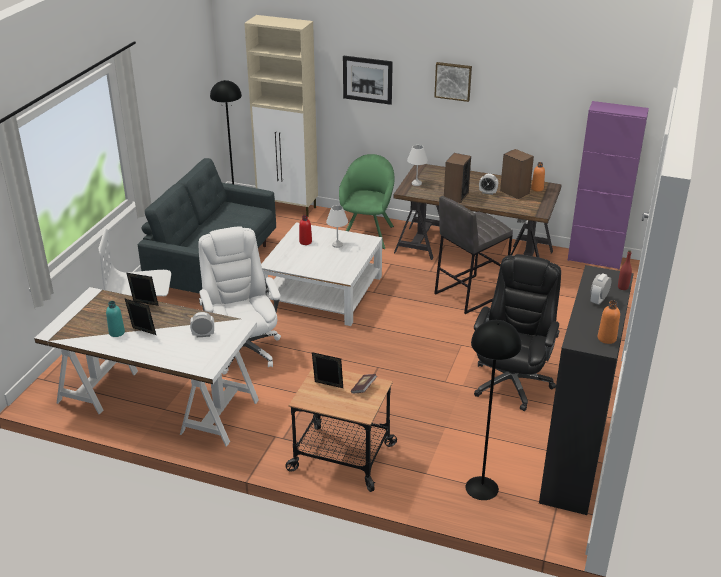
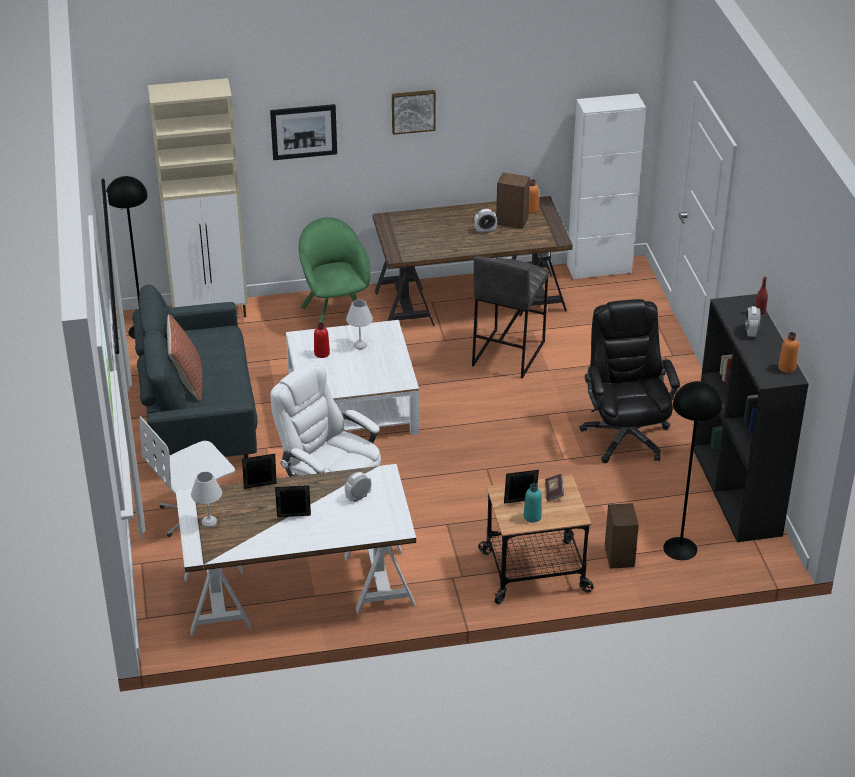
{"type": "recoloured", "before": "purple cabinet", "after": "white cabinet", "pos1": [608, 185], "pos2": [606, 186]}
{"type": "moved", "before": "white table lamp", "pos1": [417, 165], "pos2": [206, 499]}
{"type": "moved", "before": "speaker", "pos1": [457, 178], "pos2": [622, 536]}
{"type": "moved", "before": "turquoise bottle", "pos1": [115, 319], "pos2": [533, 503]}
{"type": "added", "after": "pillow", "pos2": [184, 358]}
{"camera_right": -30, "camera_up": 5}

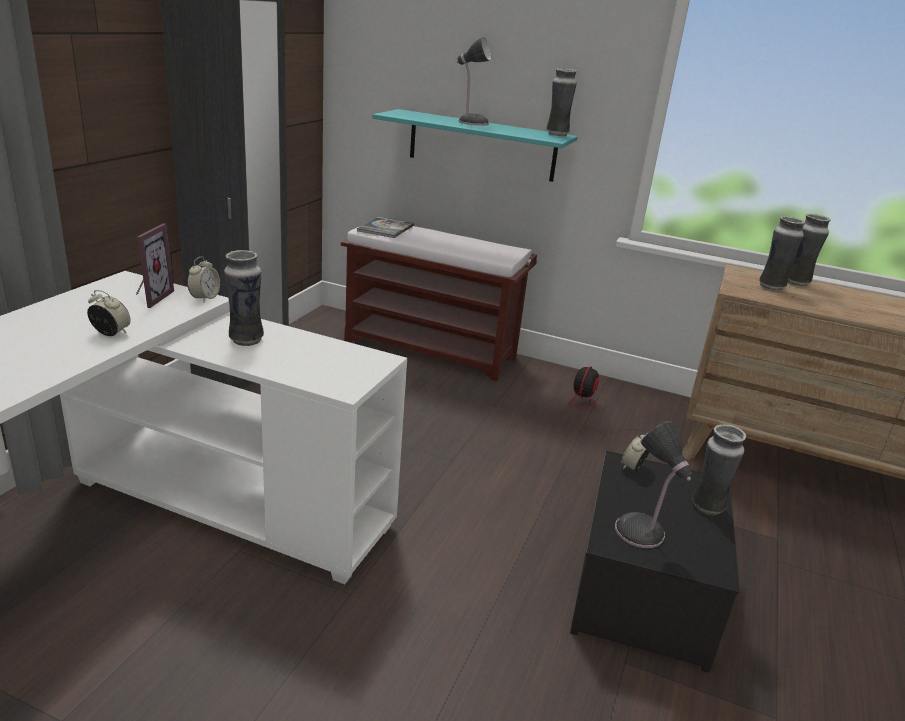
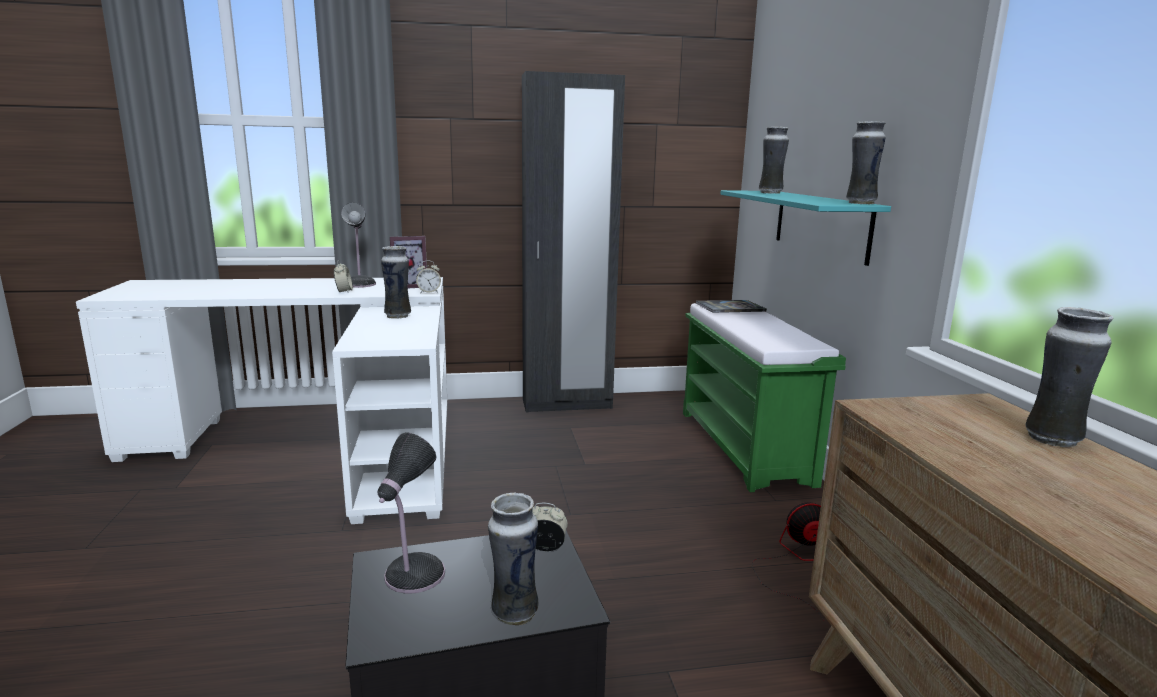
{"type": "moved", "before": "table lamp", "pos1": [473, 81], "pos2": [358, 245]}
{"type": "moved", "before": "vase", "pos1": [782, 253], "pos2": [774, 160]}
{"type": "recoloured", "before": "brown bench", "after": "green bench", "pos1": [439, 303], "pos2": [764, 397]}
{"camera_right": 60, "camera_up": -10}

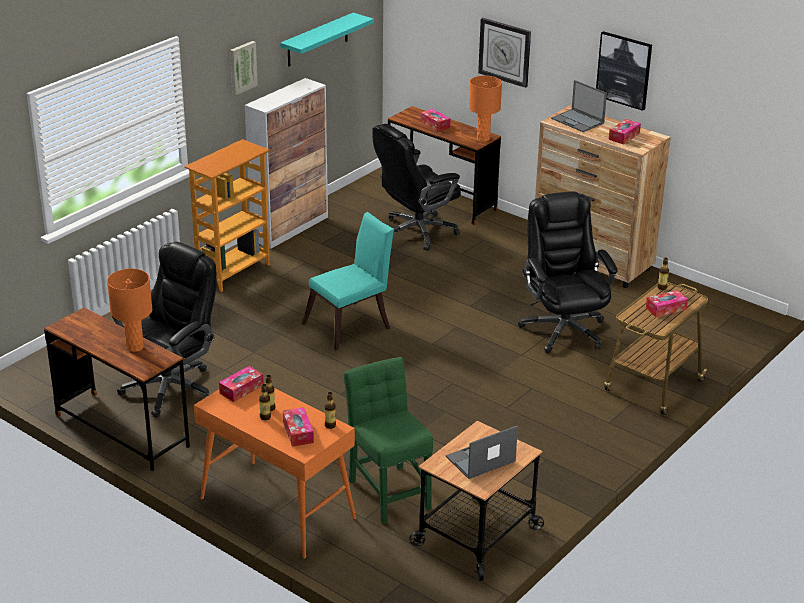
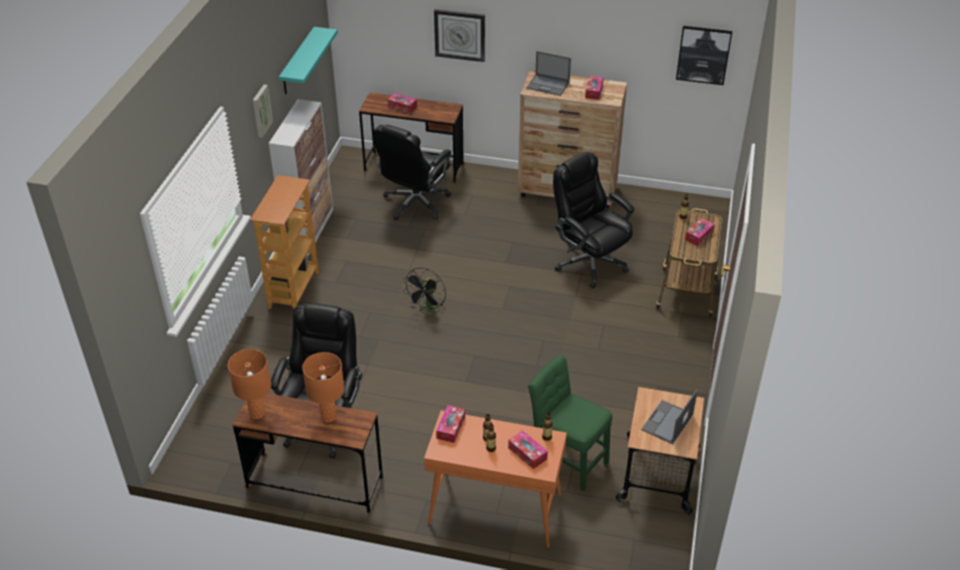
{"type": "moved", "before": "picture", "pos1": [624, 71], "pos2": [704, 55]}
{"type": "moved", "before": "orange table lamp", "pos1": [485, 108], "pos2": [249, 384]}
{"type": "replaced", "before": "turquoise chair", "after": "black fan", "pos1": [348, 281], "pos2": [425, 291]}
{"camera_right": -25, "camera_up": 10}

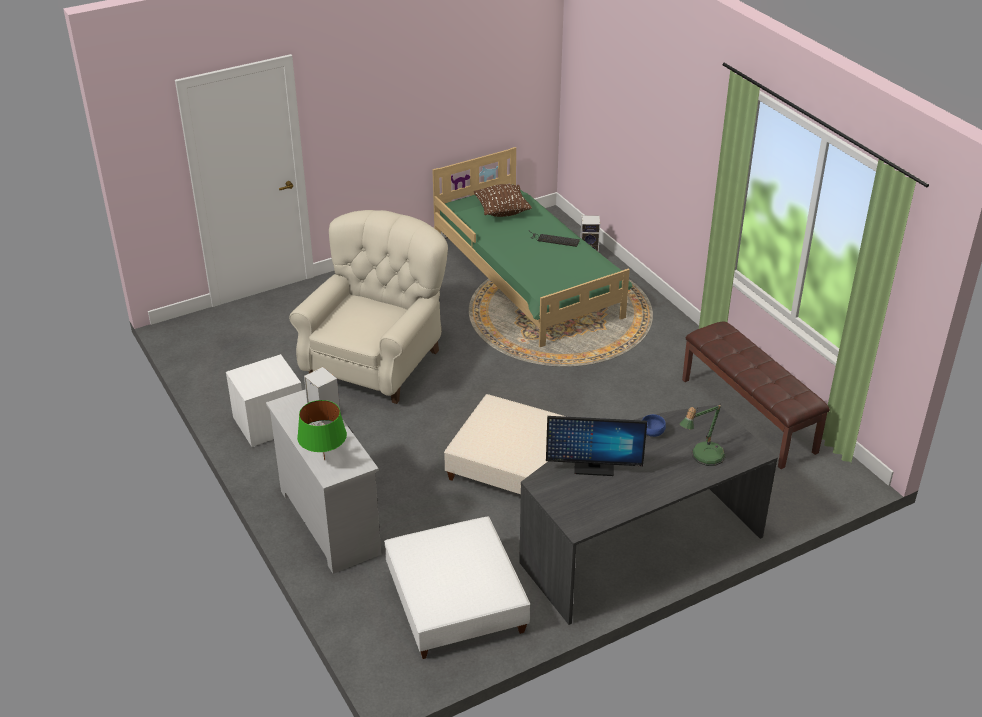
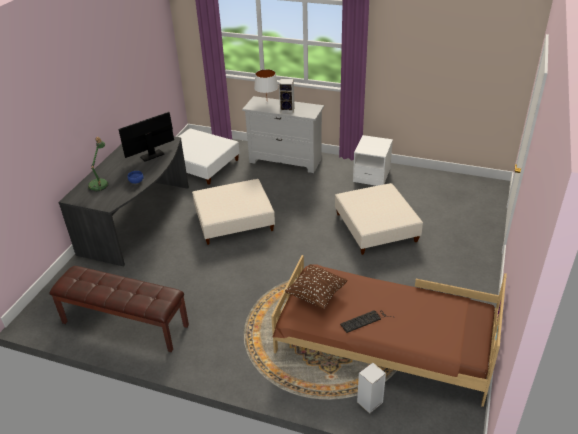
{"type": "recoloured", "before": "green bed", "after": "brown bed", "pos1": [532, 247], "pos2": [389, 331]}
{"type": "moved", "before": "brown pillow", "pos1": [503, 200], "pos2": [316, 286]}
{"type": "replaced", "before": "beige armchair", "after": "beige ottoman", "pos1": [368, 307], "pos2": [379, 219]}
{"type": "recoloured", "before": "green table lamp", "after": "white table lamp", "pos1": [322, 430], "pos2": [266, 81]}
{"camera_right": 140, "camera_up": 0}

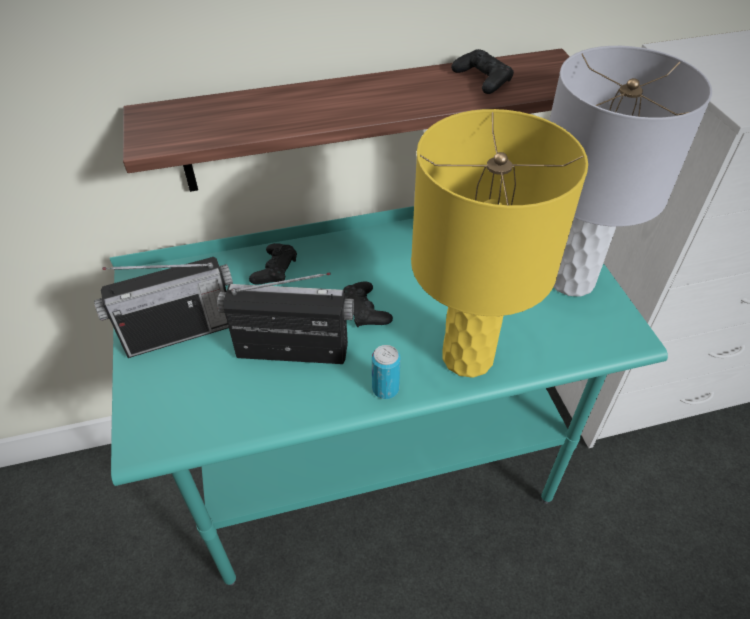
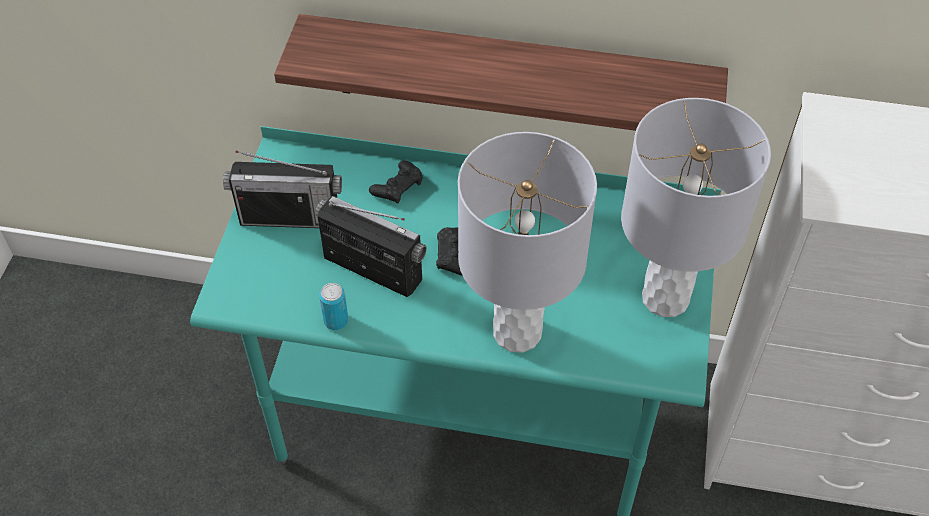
{"type": "removed", "before": "black game controller", "pos1": [482, 71]}
{"type": "recoloured", "before": "yellow table lamp", "after": "grey table lamp", "pos1": [499, 243], "pos2": [527, 242]}
{"type": "moved", "before": "can", "pos1": [386, 372], "pos2": [333, 306]}
{"camera_right": 25, "camera_up": 5}

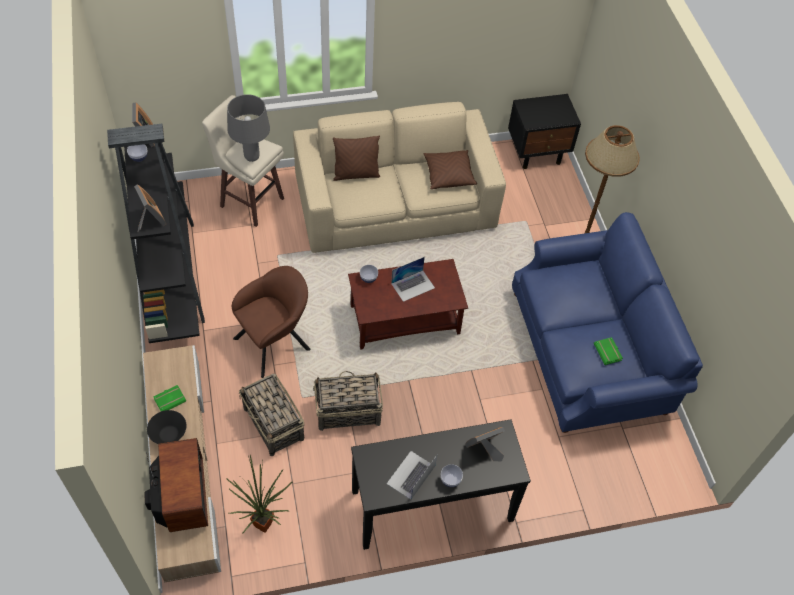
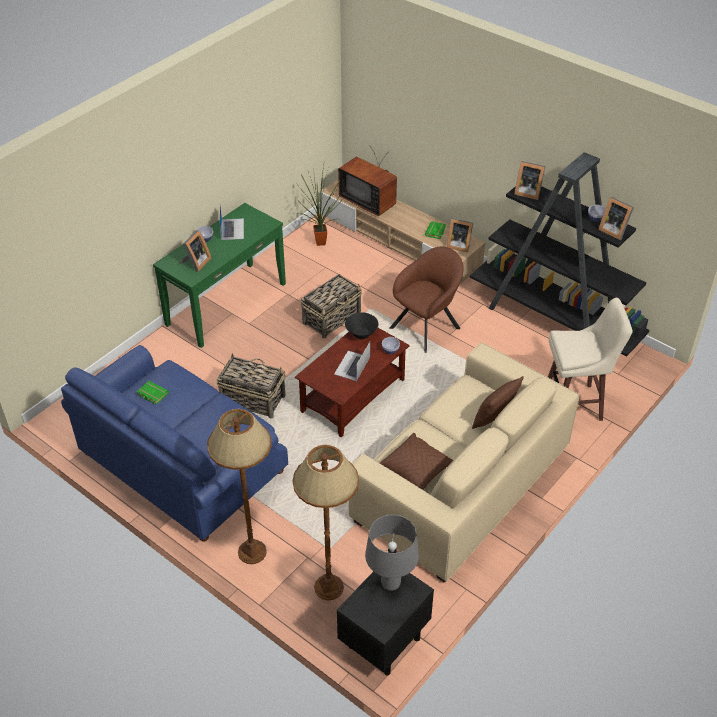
{"type": "moved", "before": "grey table lamp", "pos1": [248, 128], "pos2": [392, 552]}
{"type": "turned", "before": "brown armchair", "pos1": [271, 322], "pos2": [426, 299], "turn": -150}
{"type": "moved", "before": "basket", "pos1": [271, 415], "pos2": [250, 385]}
{"type": "moved", "before": "black bowl", "pos1": [166, 427], "pos2": [361, 326]}
{"type": "recoloured", "before": "black console table", "after": "green console table", "pos1": [441, 484], "pos2": [219, 275]}
{"type": "added", "after": "picture frame", "pos2": [460, 235]}
{"type": "added", "after": "brown floor lamp", "pos2": [326, 522]}
{"camera_right": 145, "camera_up": -10}

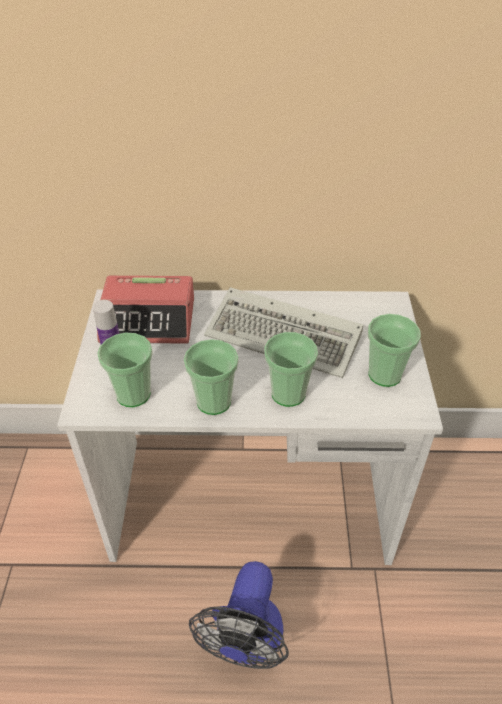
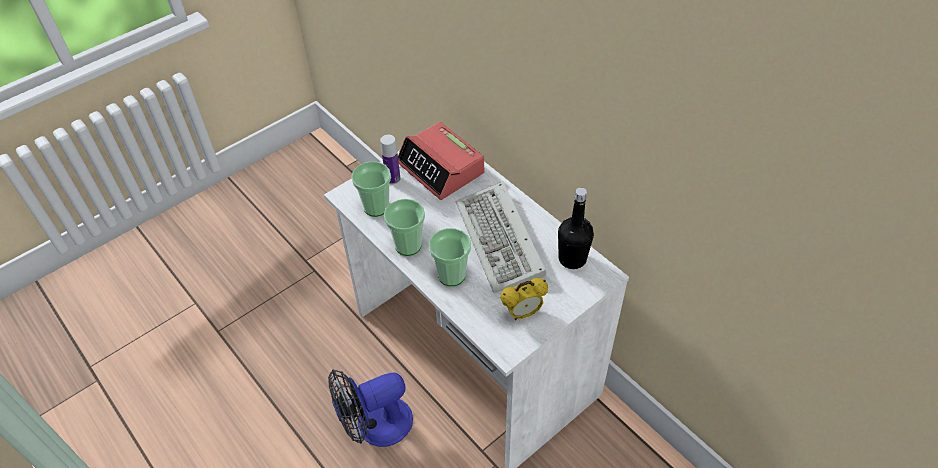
{"type": "replaced", "before": "cup", "after": "alarm clock", "pos1": [394, 350], "pos2": [524, 299]}
{"type": "added", "after": "black bottle", "pos2": [576, 228]}
{"camera_right": 50, "camera_up": 5}

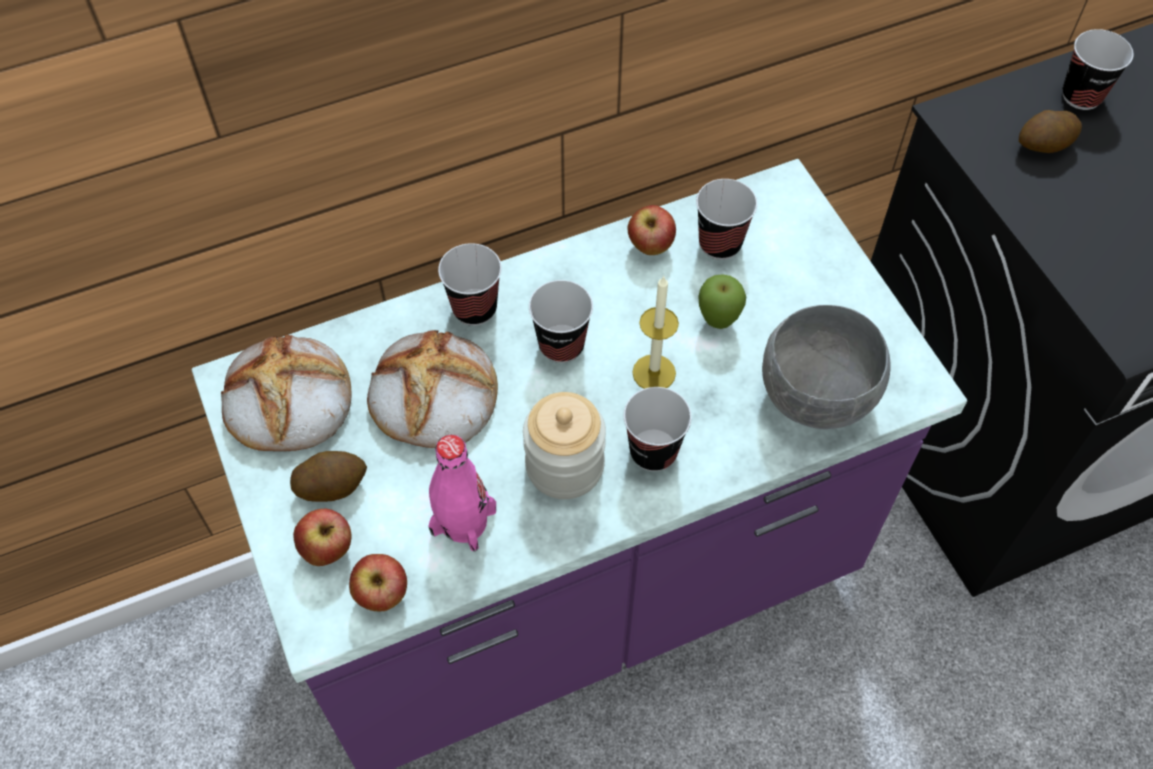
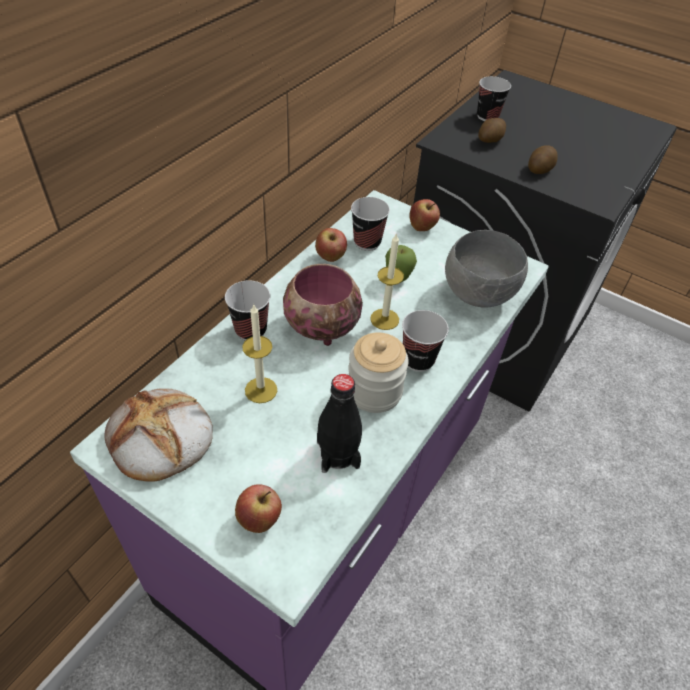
{"type": "replaced", "before": "cup", "after": "bowl", "pos1": [561, 321], "pos2": [323, 305]}
{"type": "replaced", "before": "bread", "after": "candle", "pos1": [432, 389], "pos2": [259, 354]}
{"type": "recoloured", "before": "pink bottle", "after": "black bottle", "pos1": [462, 493], "pos2": [339, 423]}
{"type": "moved", "before": "potato", "pos1": [328, 476], "pos2": [543, 159]}
{"type": "moved", "before": "apple", "pos1": [378, 583], "pos2": [424, 215]}
{"camera_right": -35, "camera_up": -10}

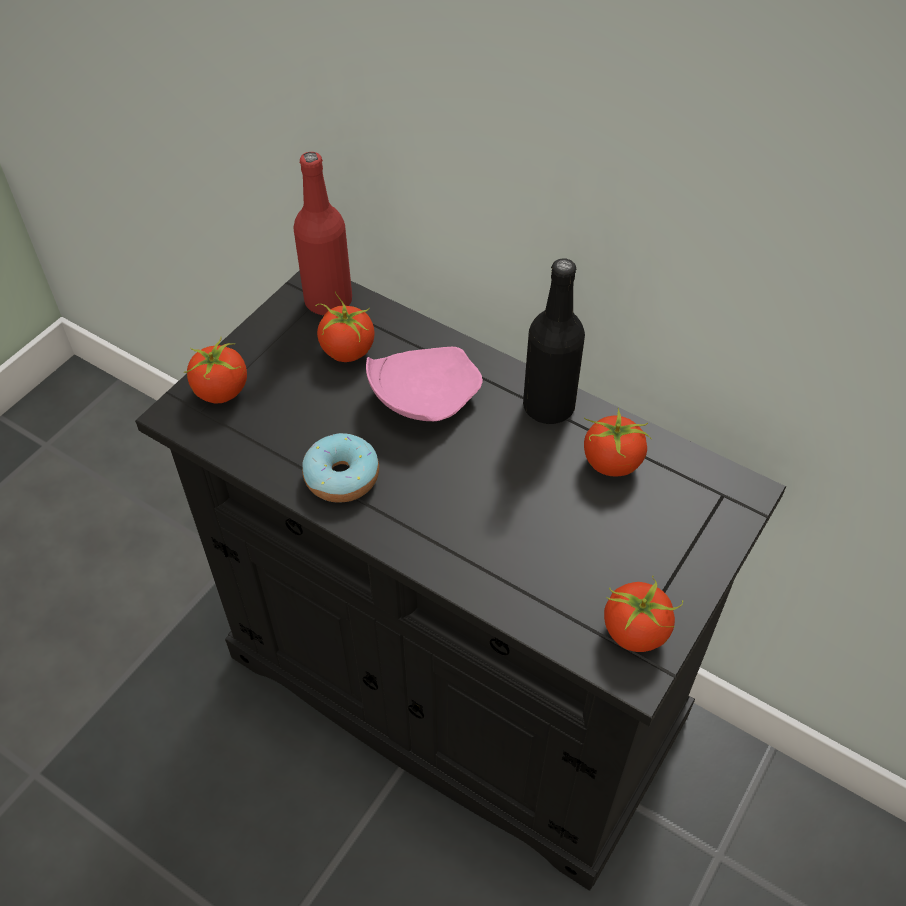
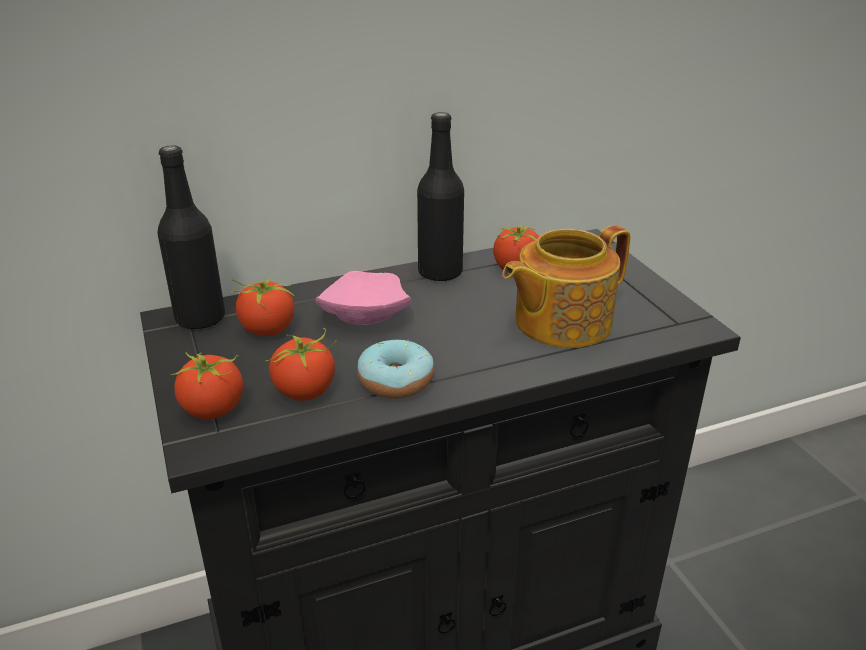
{"type": "recoloured", "before": "red bottle", "after": "black bottle", "pos1": [322, 233], "pos2": [191, 237]}
{"type": "moved", "before": "tomato", "pos1": [643, 613], "pos2": [301, 364]}
{"type": "added", "after": "teapot", "pos2": [566, 286]}
{"camera_right": -55, "camera_up": -20}

